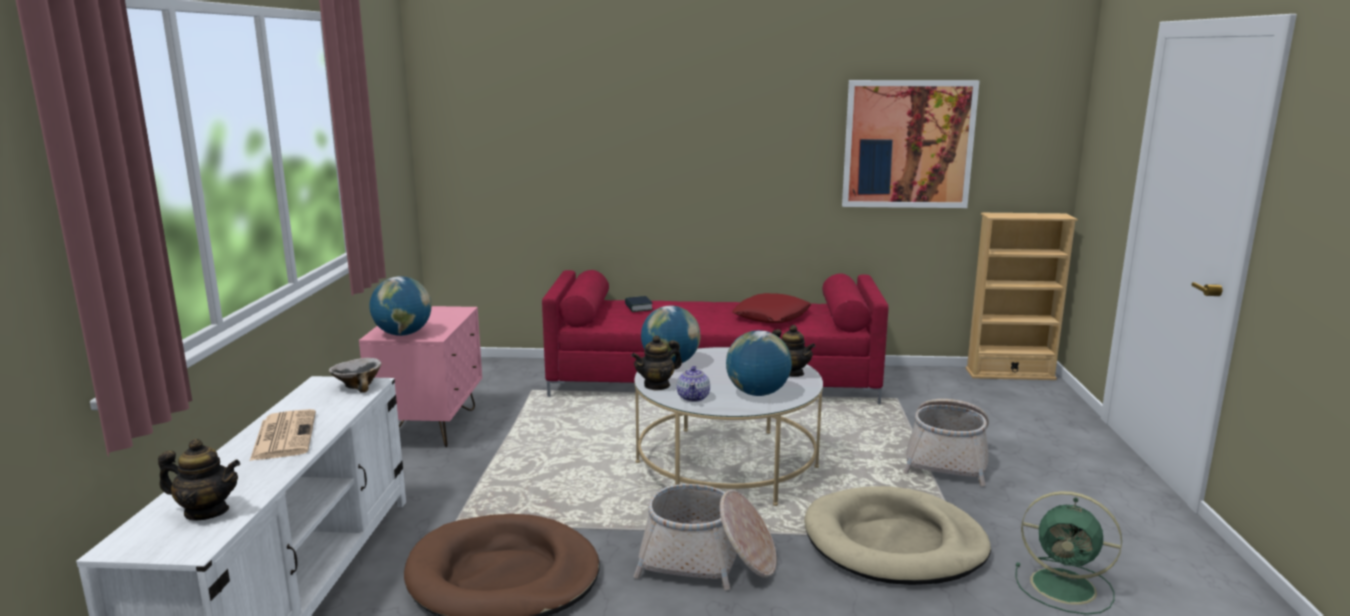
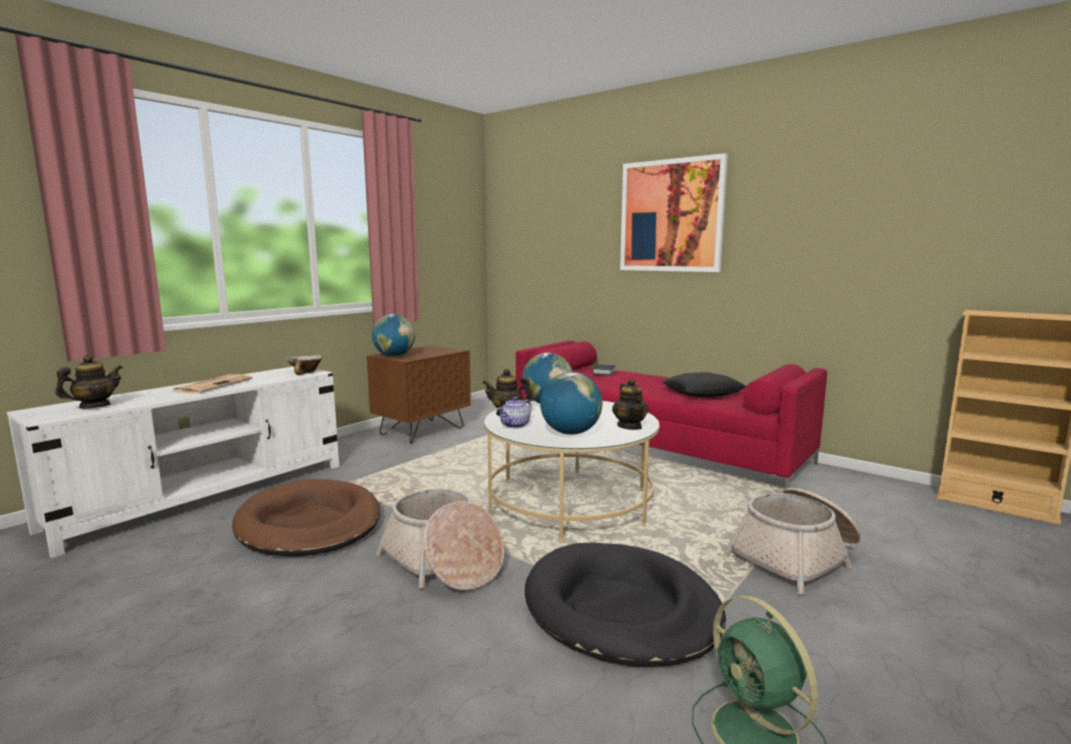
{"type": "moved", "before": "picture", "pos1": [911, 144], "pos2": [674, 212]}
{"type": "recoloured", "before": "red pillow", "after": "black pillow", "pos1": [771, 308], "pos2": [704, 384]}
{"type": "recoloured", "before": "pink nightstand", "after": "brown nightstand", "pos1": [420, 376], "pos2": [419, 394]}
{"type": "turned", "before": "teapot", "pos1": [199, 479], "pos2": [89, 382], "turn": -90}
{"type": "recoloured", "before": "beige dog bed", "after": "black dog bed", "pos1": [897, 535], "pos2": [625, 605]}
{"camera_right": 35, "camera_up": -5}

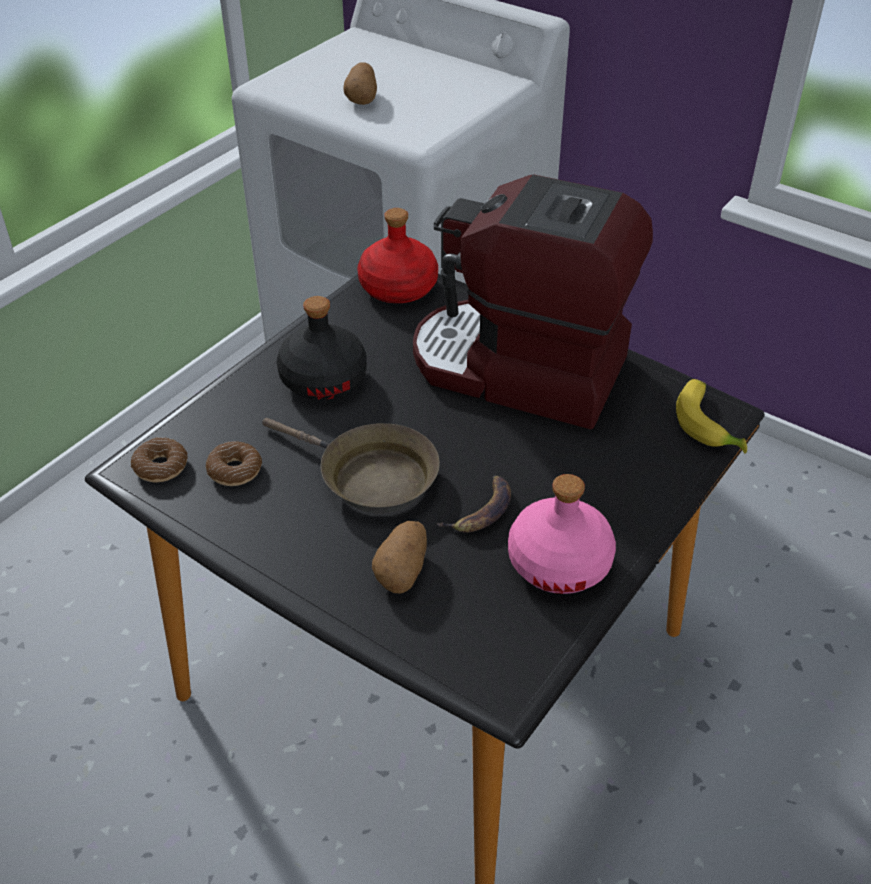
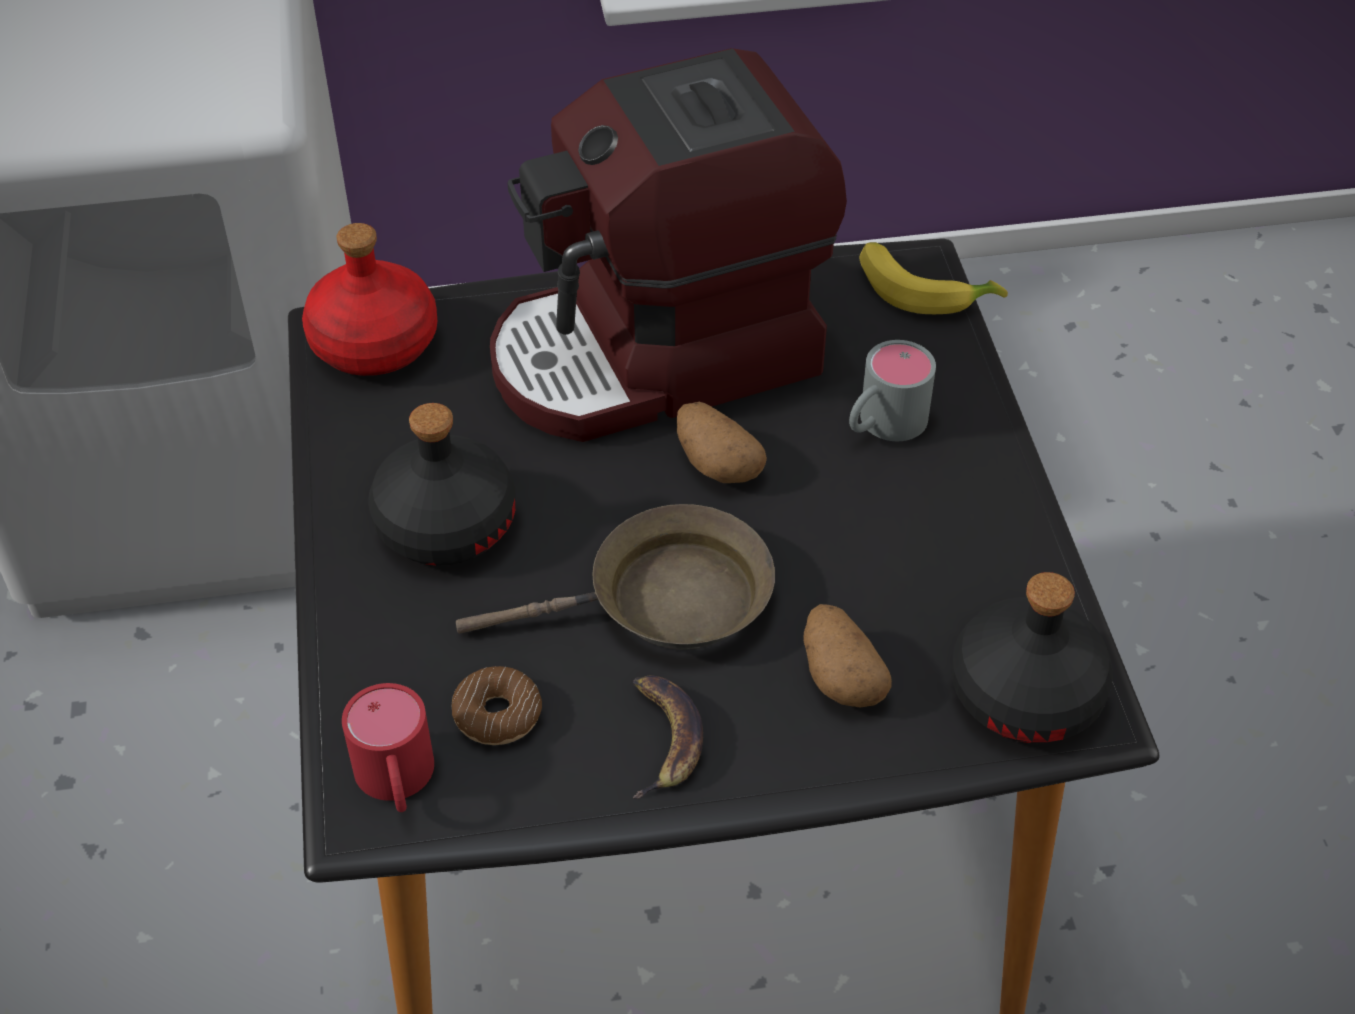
{"type": "moved", "before": "potato", "pos1": [360, 83], "pos2": [722, 442]}
{"type": "replaced", "before": "donut", "after": "red mug", "pos1": [159, 459], "pos2": [388, 747]}
{"type": "removed", "before": "pink bottle", "pos1": [562, 534]}
{"type": "moved", "before": "banana", "pos1": [474, 504], "pos2": [668, 737]}
{"type": "added", "after": "grey mug", "pos2": [892, 390]}
{"type": "added", "after": "black bottle", "pos2": [1032, 657]}
{"camera_right": -45, "camera_up": 5}

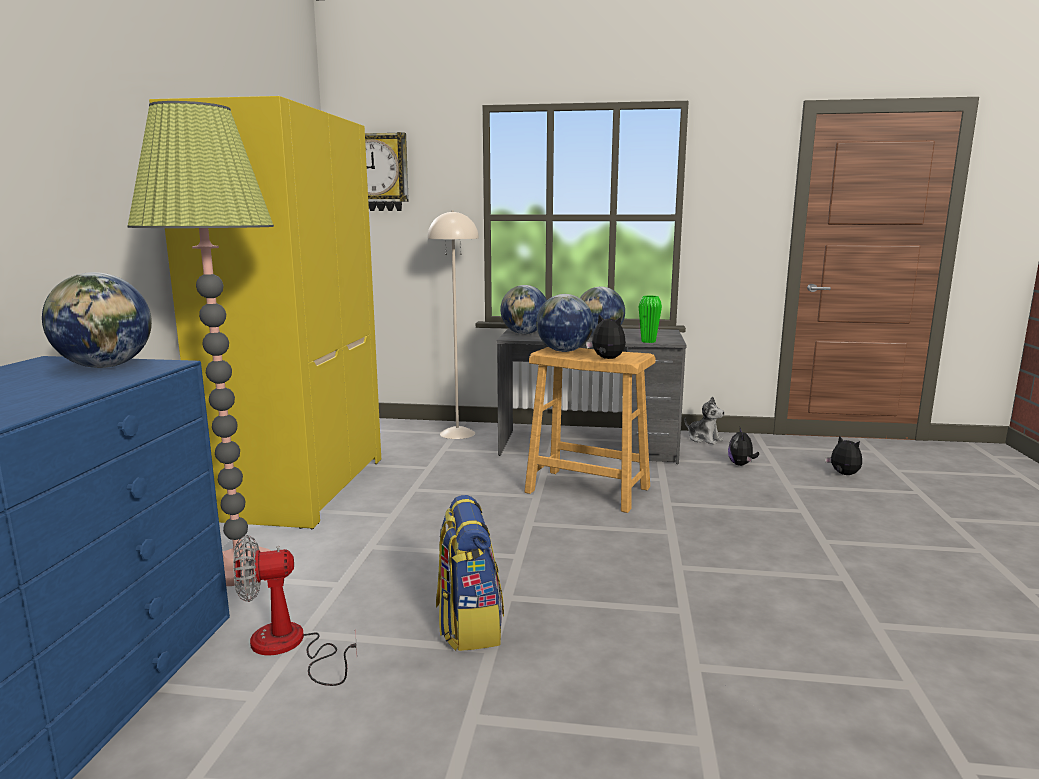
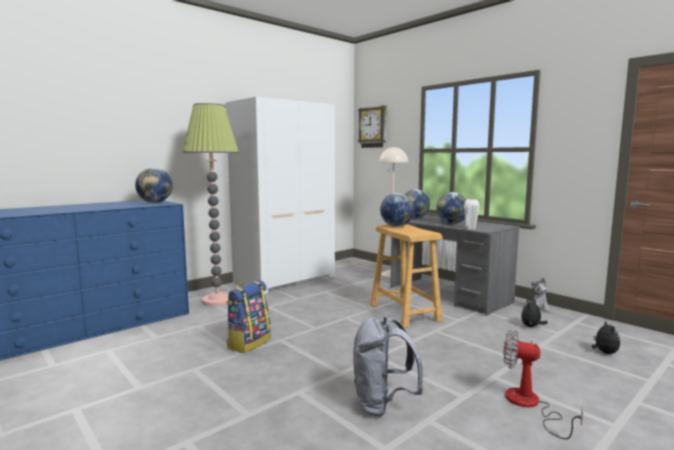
{"type": "recoloured", "before": "yellow wardrobe", "after": "white wardrobe", "pos1": [265, 312], "pos2": [280, 195]}
{"type": "recoloured", "before": "green vase", "after": "white vase", "pos1": [650, 319], "pos2": [472, 214]}
{"type": "removed", "before": "plush toy", "pos1": [606, 337]}
{"type": "moved", "before": "fan", "pos1": [295, 610], "pos2": [543, 384]}
{"type": "added", "after": "grey backpack", "pos2": [388, 366]}
{"camera_right": 40, "camera_up": -5}

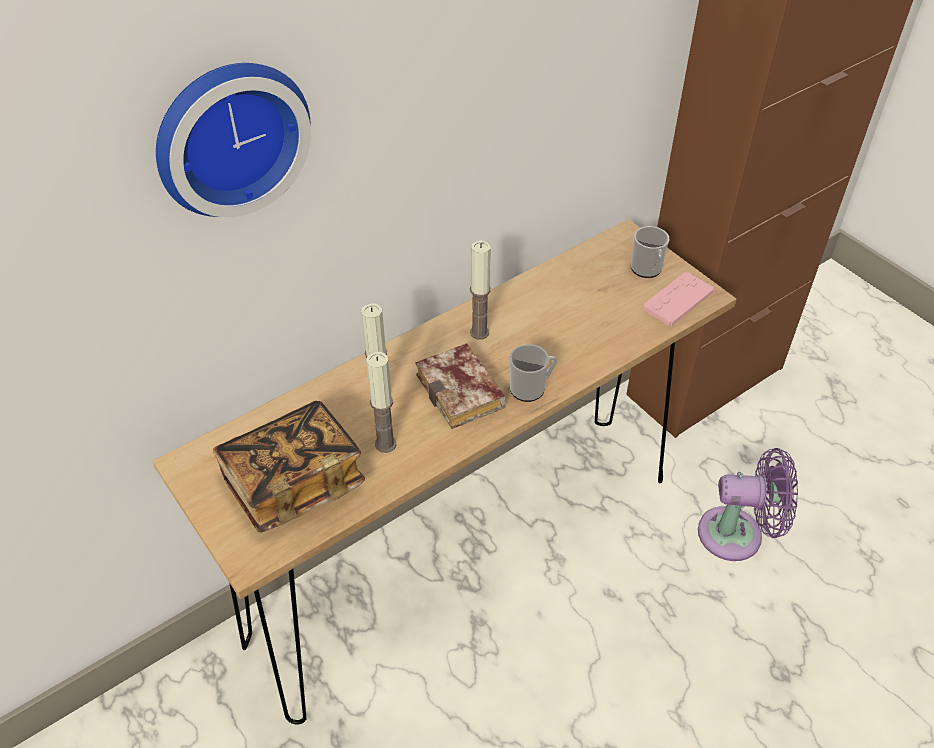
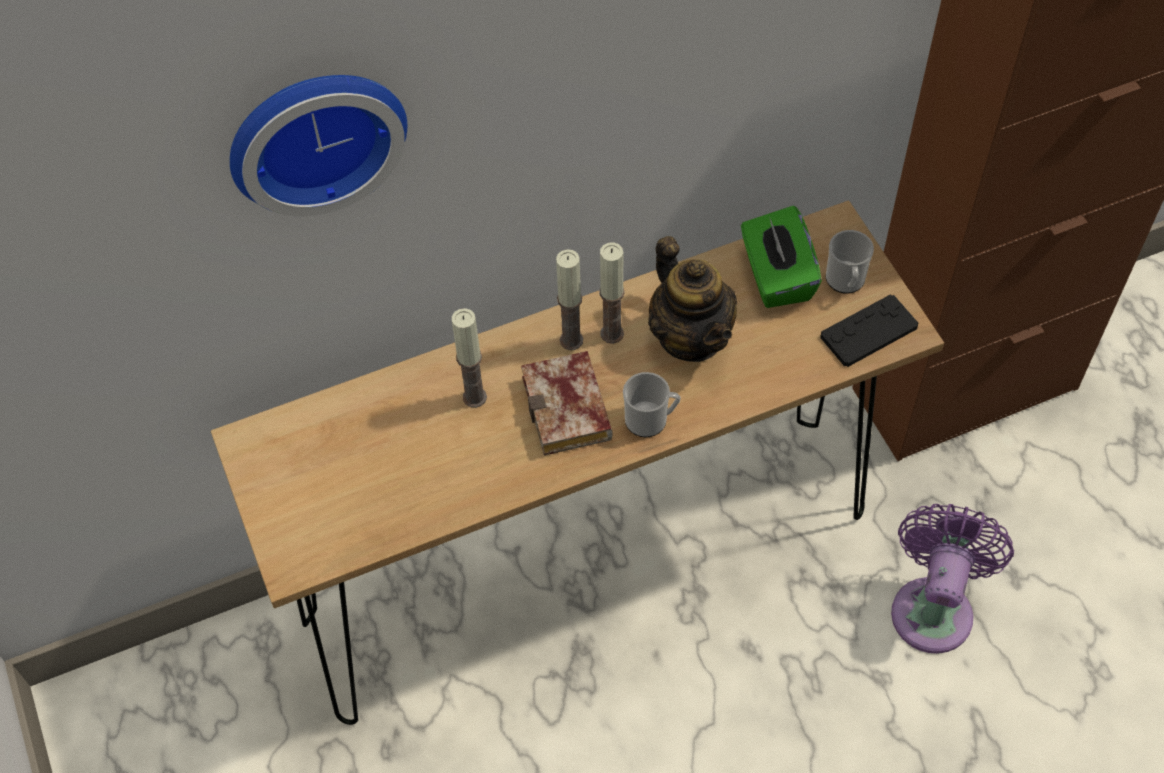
{"type": "recoloured", "before": "pink game controller", "after": "black game controller", "pos1": [678, 299], "pos2": [869, 330]}
{"type": "moved", "before": "candle", "pos1": [381, 402], "pos2": [569, 299]}
{"type": "removed", "before": "book", "pos1": [289, 467]}
{"type": "turned", "before": "purple fan", "pos1": [748, 504], "pos2": [952, 579], "turn": -90}
{"type": "added", "after": "green tissue box", "pos2": [781, 257]}
{"type": "added", "after": "teapot", "pos2": [692, 299]}
{"camera_right": 15, "camera_up": 10}

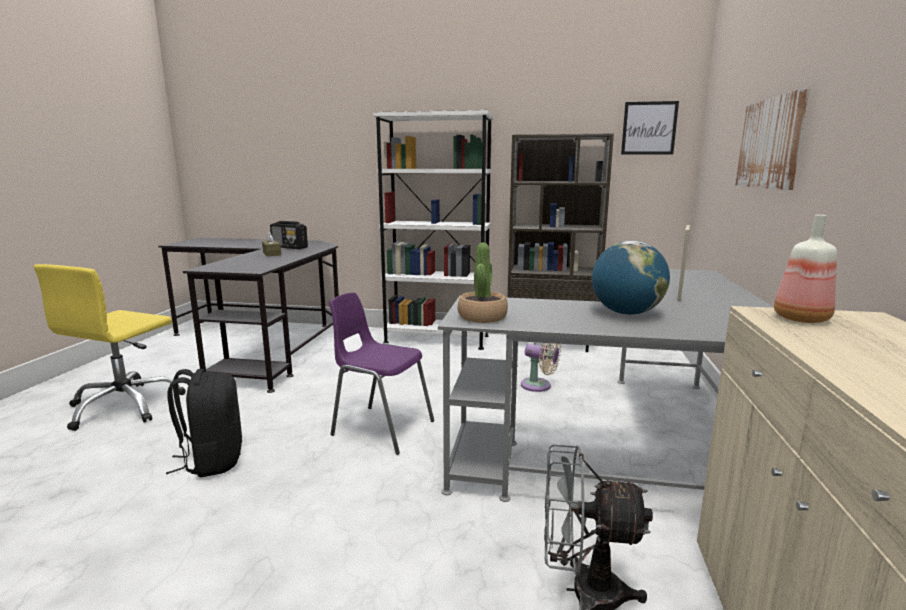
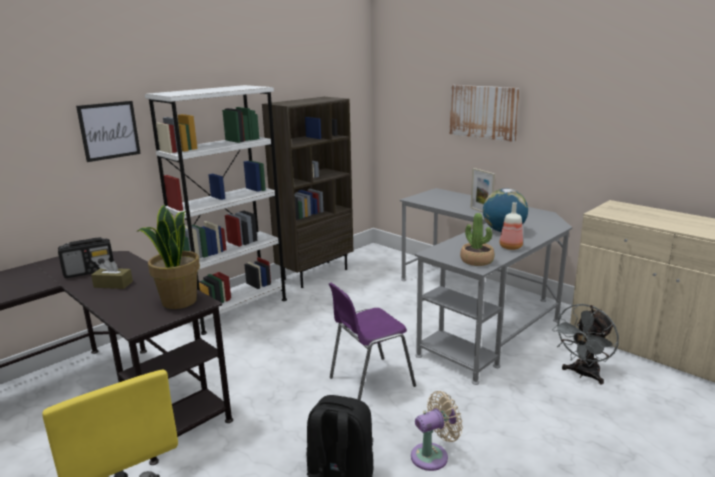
{"type": "moved", "before": "picture", "pos1": [650, 128], "pos2": [108, 131]}
{"type": "moved", "before": "bottle", "pos1": [805, 269], "pos2": [511, 226]}
{"type": "moved", "before": "beige fan", "pos1": [541, 367], "pos2": [437, 431]}
{"type": "added", "after": "potted plant", "pos2": [168, 257]}
{"camera_right": -55, "camera_up": 5}

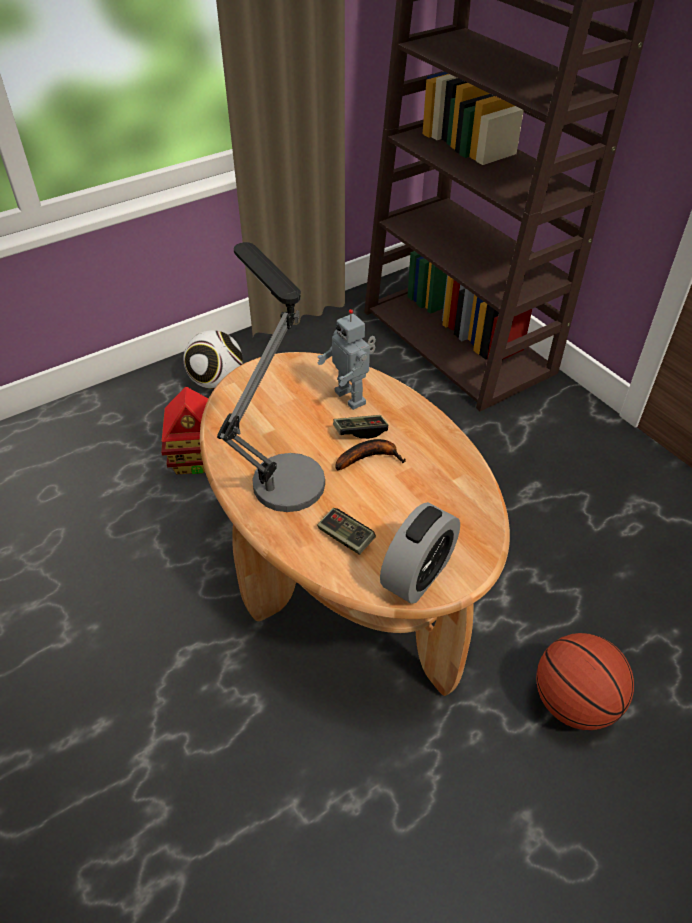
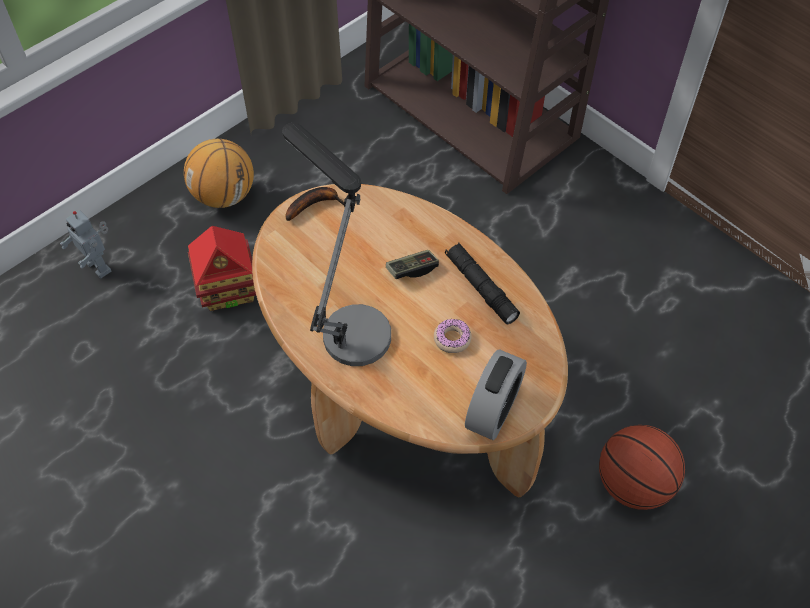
{"type": "moved", "before": "toy robot", "pos1": [346, 359], "pos2": [85, 244]}
{"type": "replaced", "before": "football", "after": "basketball", "pos1": [213, 359], "pos2": [219, 173]}
{"type": "moved", "before": "banana", "pos1": [370, 454], "pos2": [315, 204]}
{"type": "removed", "before": "game controller", "pos1": [346, 531]}
{"type": "added", "after": "black flashlight", "pos2": [482, 283]}
{"type": "added", "after": "donut", "pos2": [453, 336]}
{"camera_right": -10, "camera_up": 10}

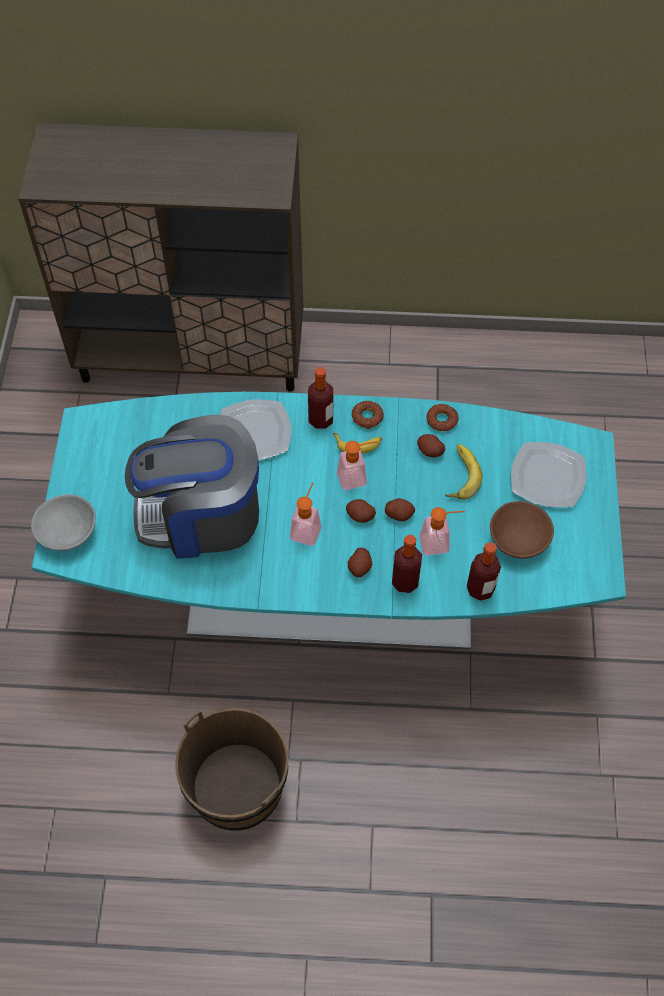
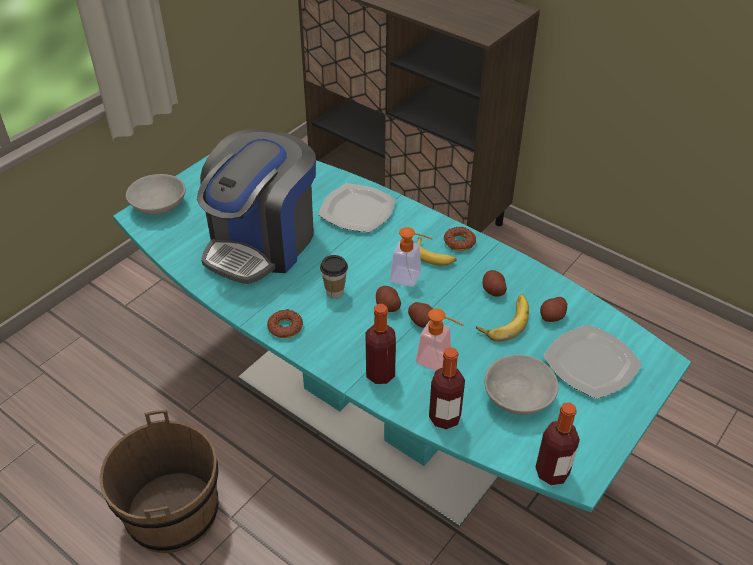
{"type": "moved", "before": "bottle", "pos1": [320, 398], "pos2": [557, 443]}
{"type": "moved", "before": "donut", "pos1": [442, 417], "pos2": [285, 323]}
{"type": "turned", "before": "coffee machine", "pos1": [192, 487], "pos2": [256, 206], "turn": -90}
{"type": "replaced", "before": "soap dispenser", "after": "cup", "pos1": [306, 514], "pos2": [334, 277]}
{"type": "recoloured", "before": "brown bowl", "after": "grey bowl", "pos1": [522, 529], "pos2": [522, 385]}
{"type": "moved", "before": "potato", "pos1": [360, 562], "pos2": [553, 309]}
{"camera_right": 35, "camera_up": -15}

